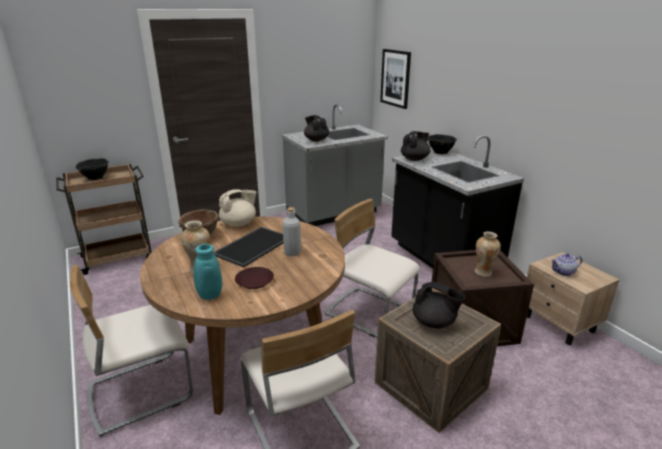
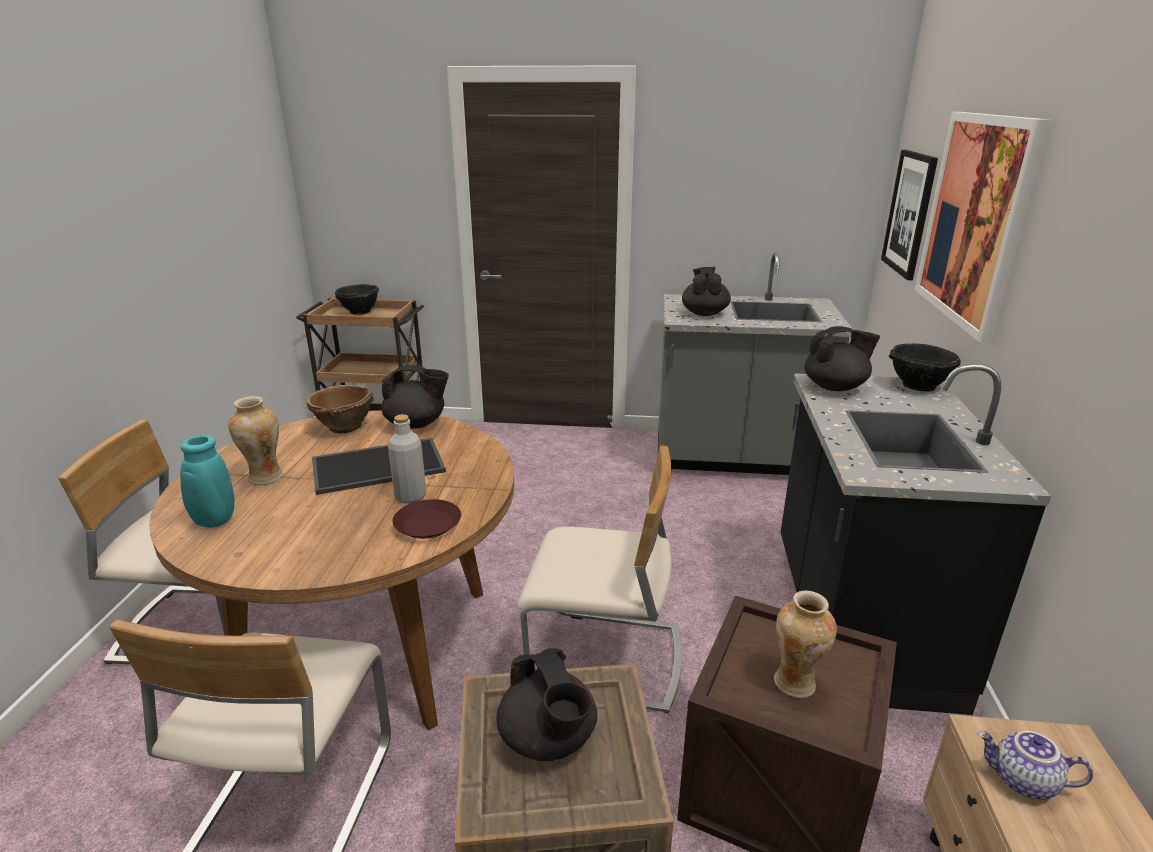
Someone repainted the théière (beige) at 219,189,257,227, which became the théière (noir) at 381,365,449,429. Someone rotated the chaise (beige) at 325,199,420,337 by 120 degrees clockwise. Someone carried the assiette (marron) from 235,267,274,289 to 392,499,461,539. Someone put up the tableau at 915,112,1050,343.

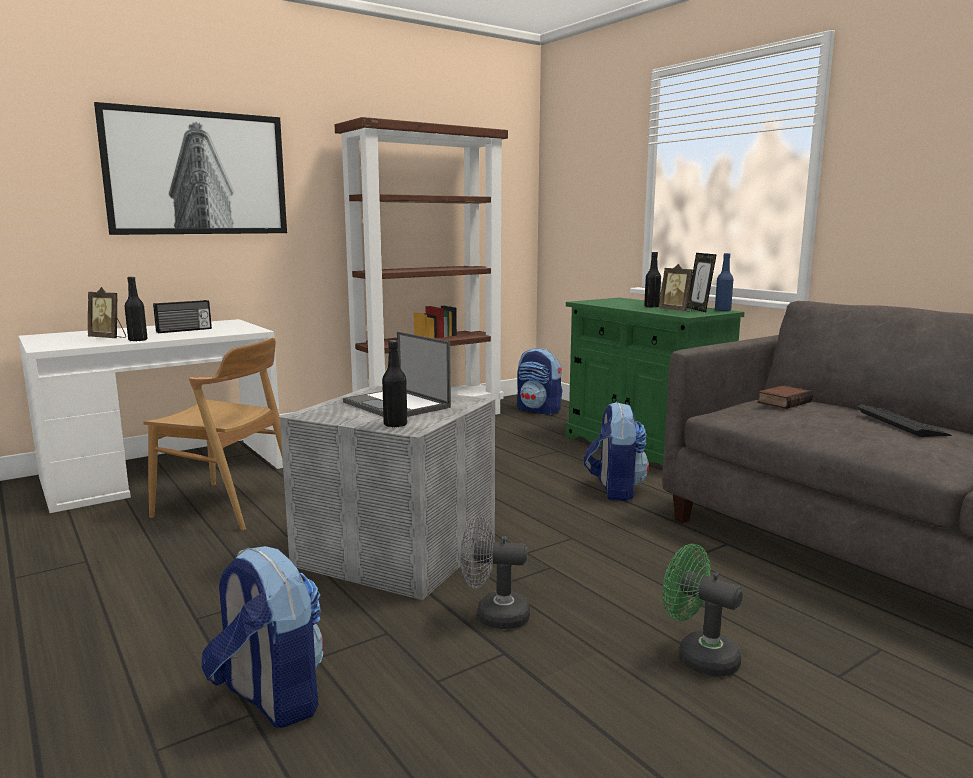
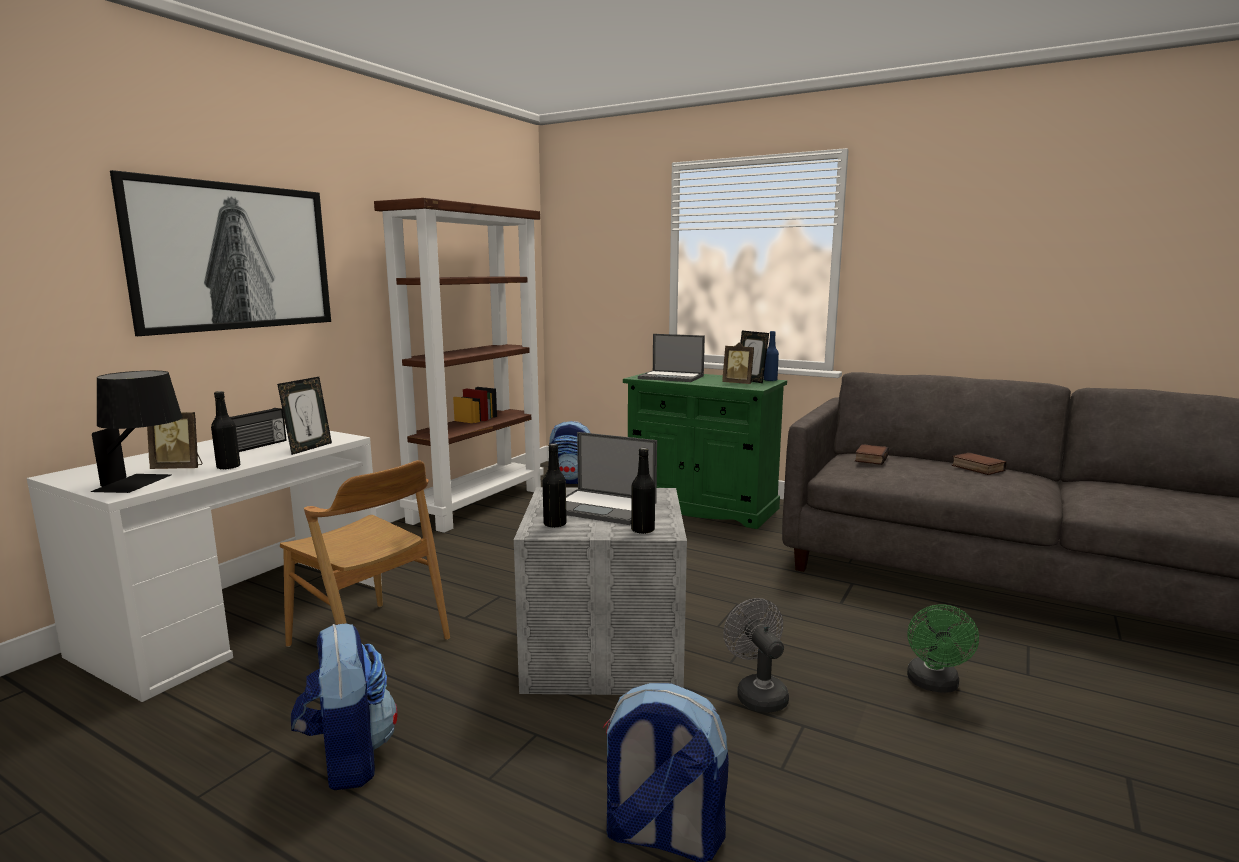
Someone carried the bouteille (noir) from 644,252,661,308 to 542,443,567,528. Someone rotated the chaise (marron) at 143,338,283,530 by 45 degrees clockwise. Someone carried the sac à dos from 584,402,649,501 to 291,624,398,790. Someone swapped the clavier at 858,404,952,437 for the livre at 952,452,1007,475. Someone rotated the ventilateur (gris) at 460,516,530,629 by 90 degrees clockwise. Someone rotated the ventilateur (vert) at 663,544,743,677 by 90 degrees counterclockwise. Someone put down the ordinateur portable at 638,334,705,382. Someone put down the lampe de table (noir) at 91,371,182,493. Someone put down the cadre photo at 277,377,332,455.

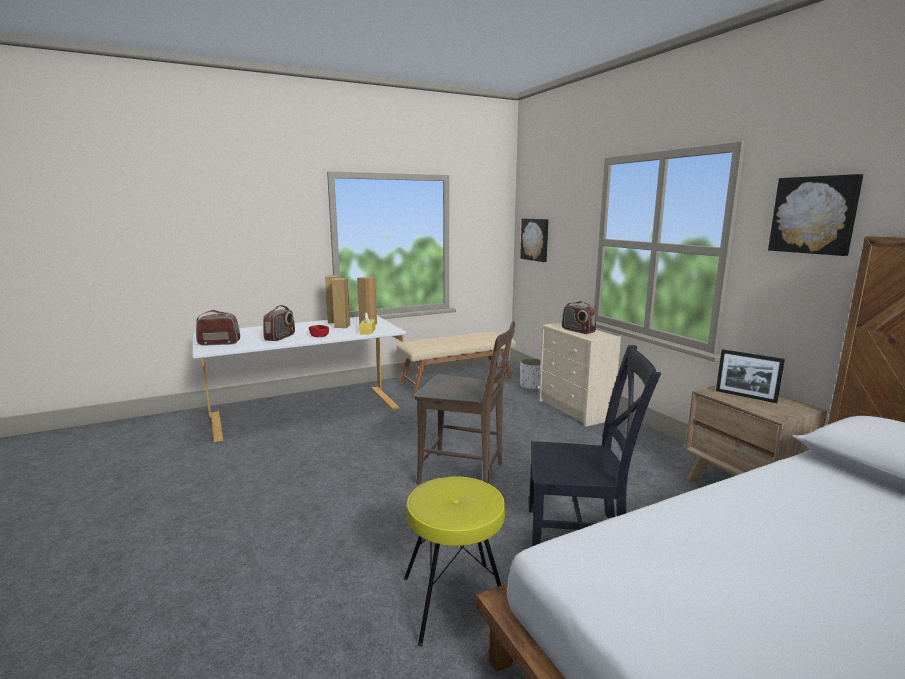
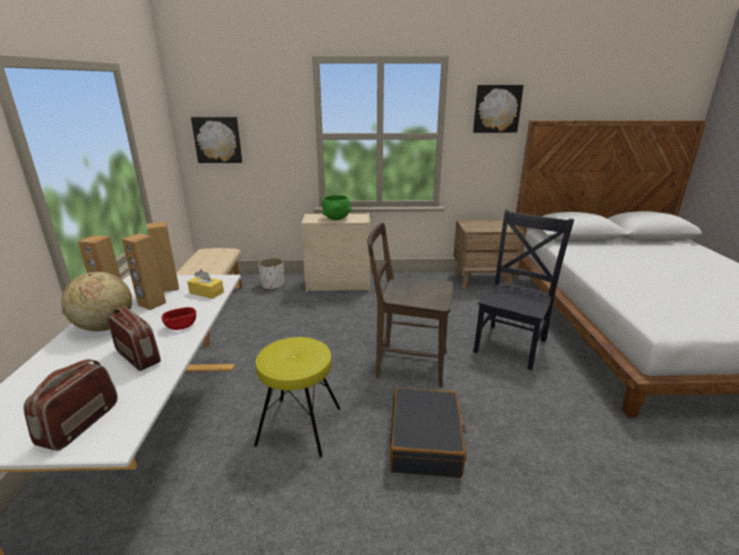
Someone swapped the radio at 562,301,596,334 for the bol (vert) at 321,195,352,220. Someone rotated the chaise (marron) at 415,321,515,484 by 120 degrees counterclockwise. Someone took away the cadre photo at 716,349,785,403. Someone carried the tabouret (jaune) from 404,476,505,647 to 254,337,341,458. Someone put down the globe at 61,272,132,332. Someone put down the valise (noir) at 390,388,466,478.

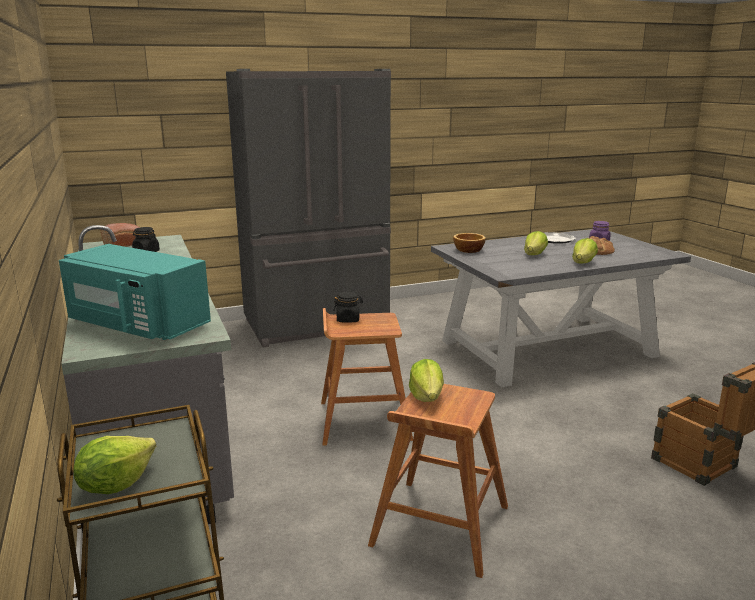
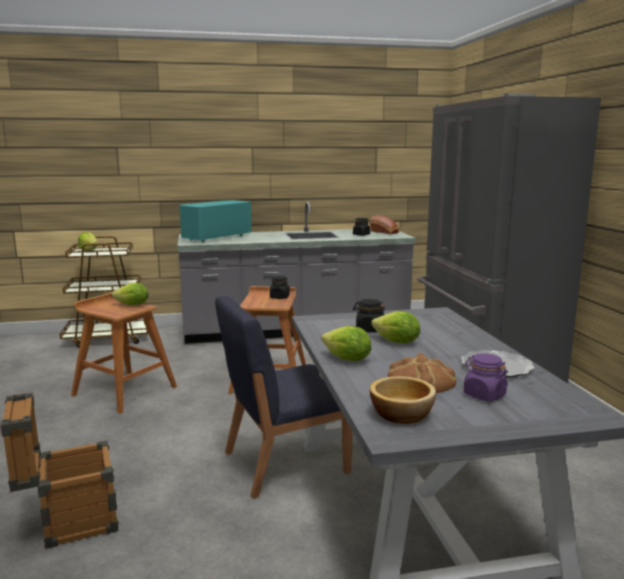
Someone carried the bol from 453,233,486,253 to 370,376,436,424. Someone put down the chaise (bleu) at 215,296,353,499. Someone put down the bocal (noir) at 353,299,385,332.

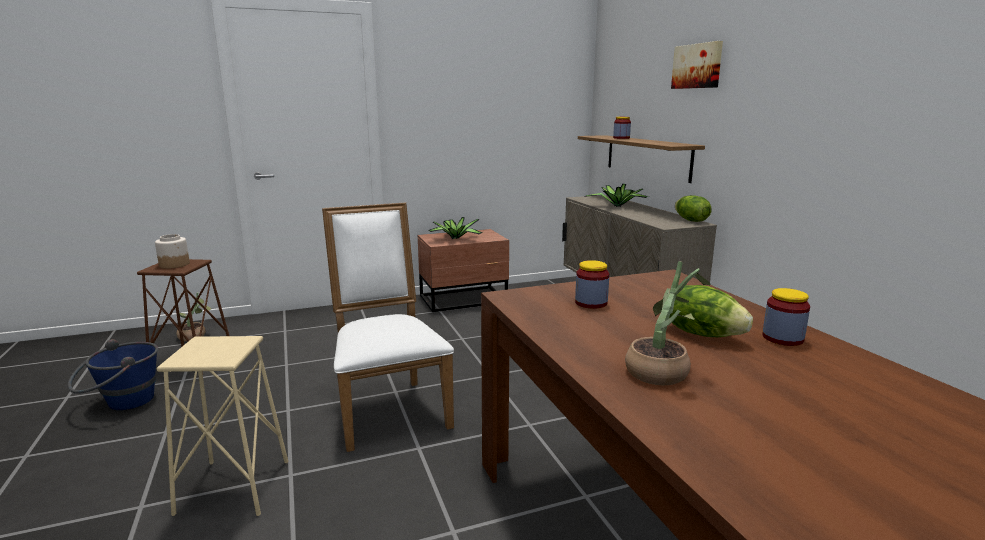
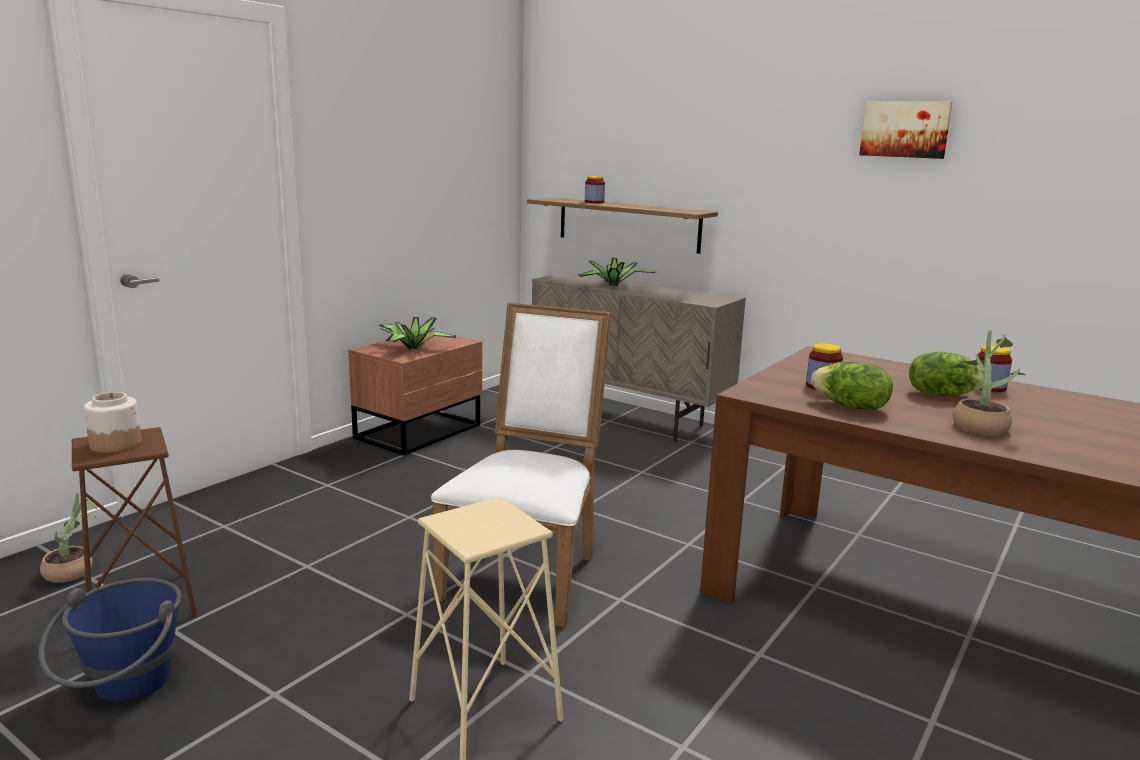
Someone carried the tableau from 671,41,723,89 to 859,101,953,159. Someone carried the laitue from 675,195,712,222 to 811,361,893,409. Someone rotated the chaise (blanc) at 322,202,454,452 by 75 degrees clockwise.

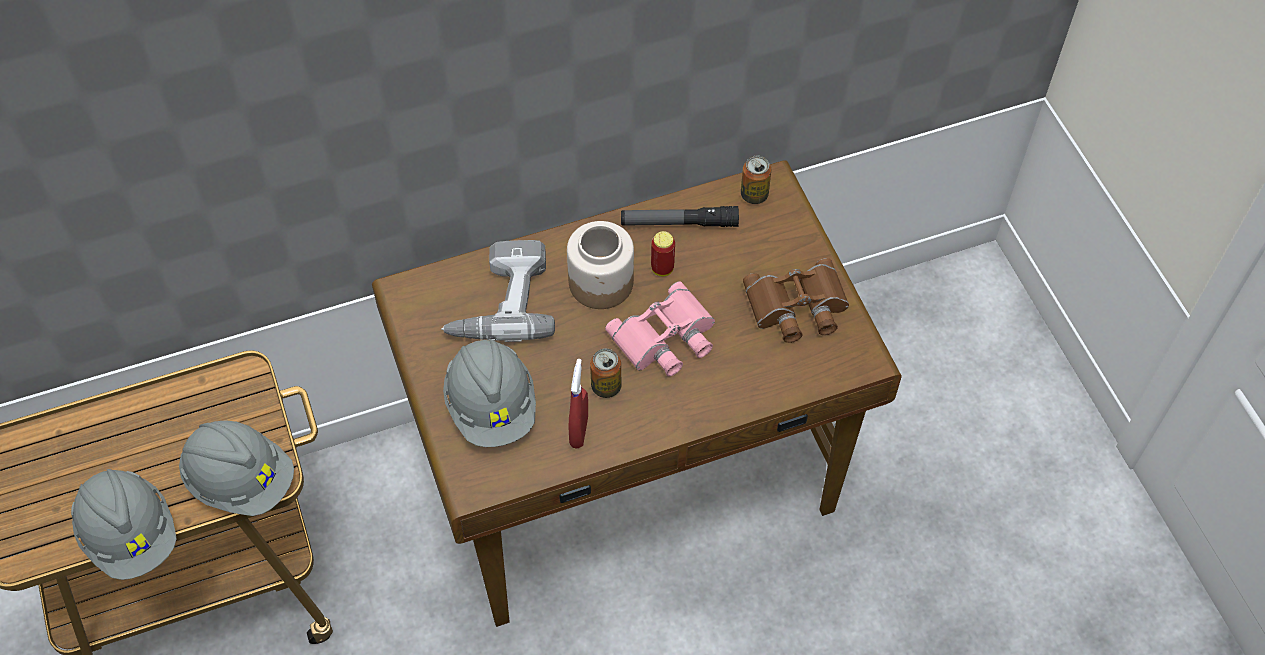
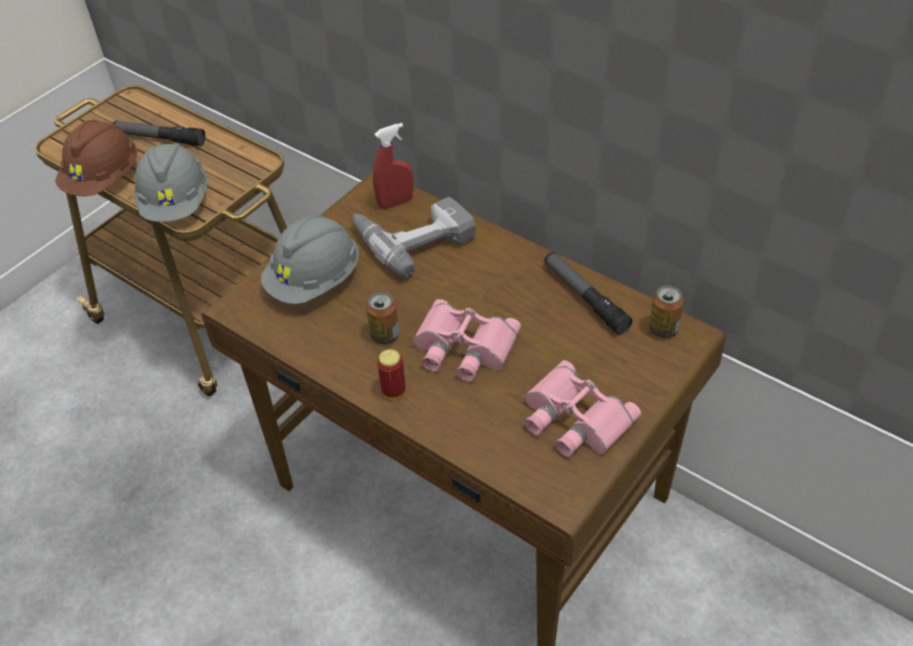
Someone took away the bocal at 567,221,634,309. Someone carried the boîte métallique from 651,231,675,276 to 377,349,406,399. Someone repainted the jumelles (marron) at 743,258,849,343, which became the jumelles (rose) at 524,360,641,457. Someone carried the vaporisateur (rouge) from 569,359,588,449 to 373,123,413,209. Someone repainted the casque de chantier (gris) at 71,469,176,580, which became the casque de chantier (marron) at 55,120,137,196. Someone put down the lampe de poche at 113,121,205,146.

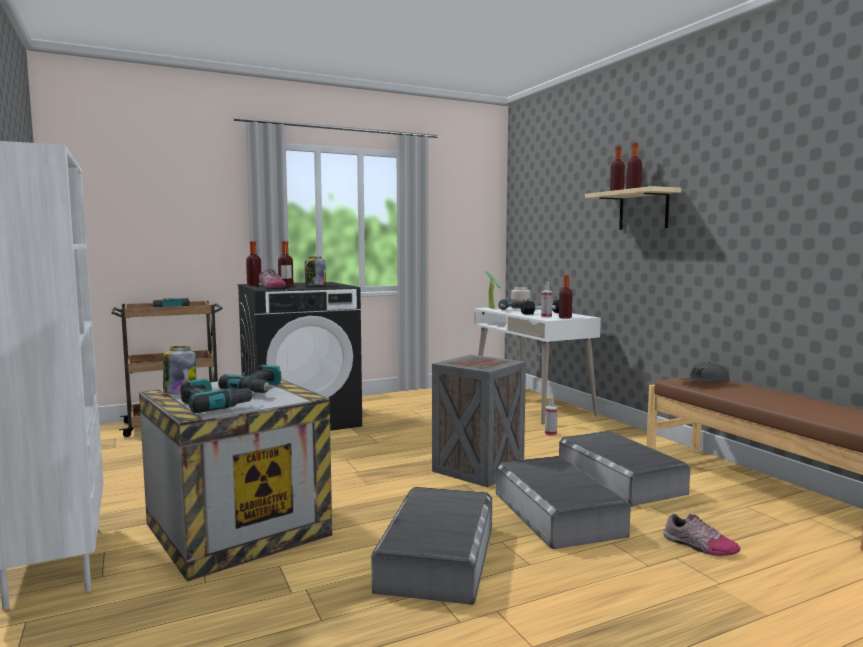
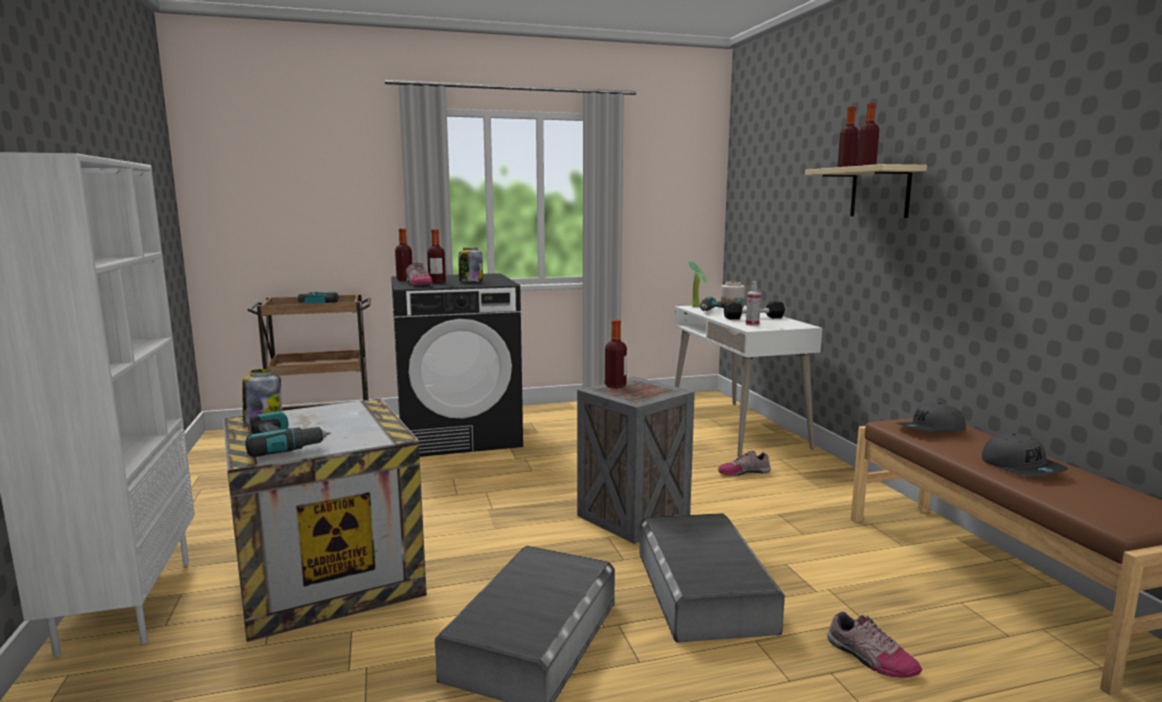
Someone carried the bouteille from 559,275,573,319 to 605,320,627,388. Someone took away the perceuse at 218,364,281,393. Someone swapped the vaporisateur at 545,397,558,436 for the chaussure at 718,451,771,476. Someone took away the boîte de rangement (gris) at 559,431,690,506. Someone put down the casquette (gris) at 982,433,1068,476.

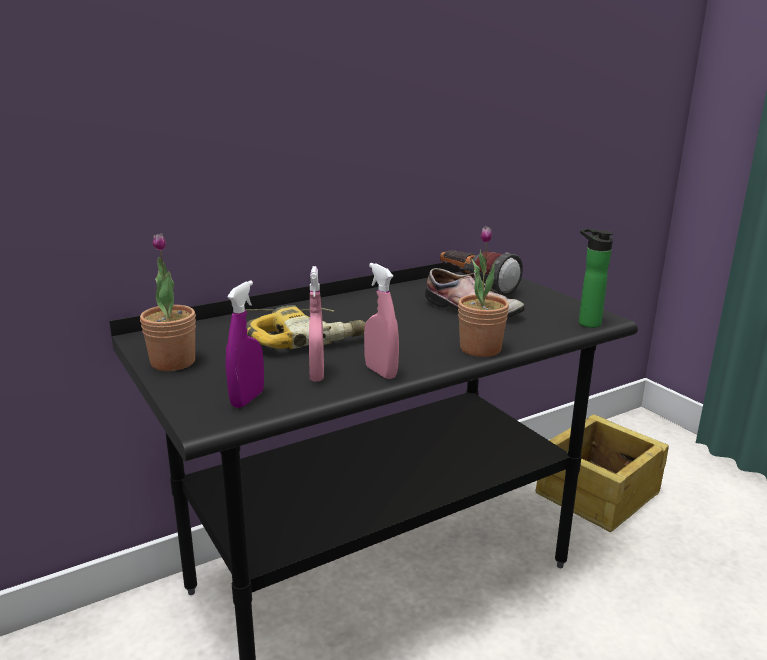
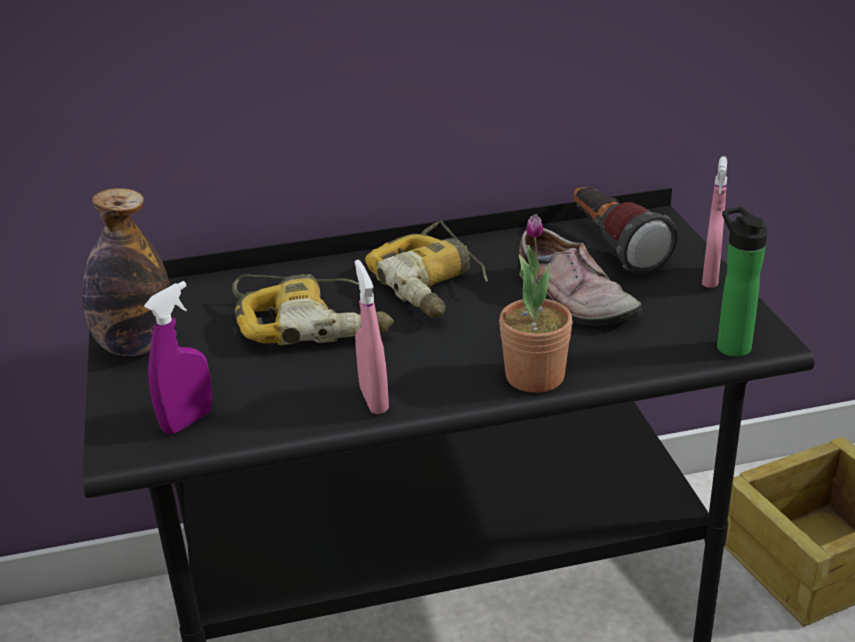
Someone swapped the plante en pot at 140,233,196,371 for the bouteille at 82,188,173,356. Someone carried the vaporisateur (rose) from 309,266,324,381 to 702,157,727,288. Someone put down the perceuse at 365,220,488,318.

